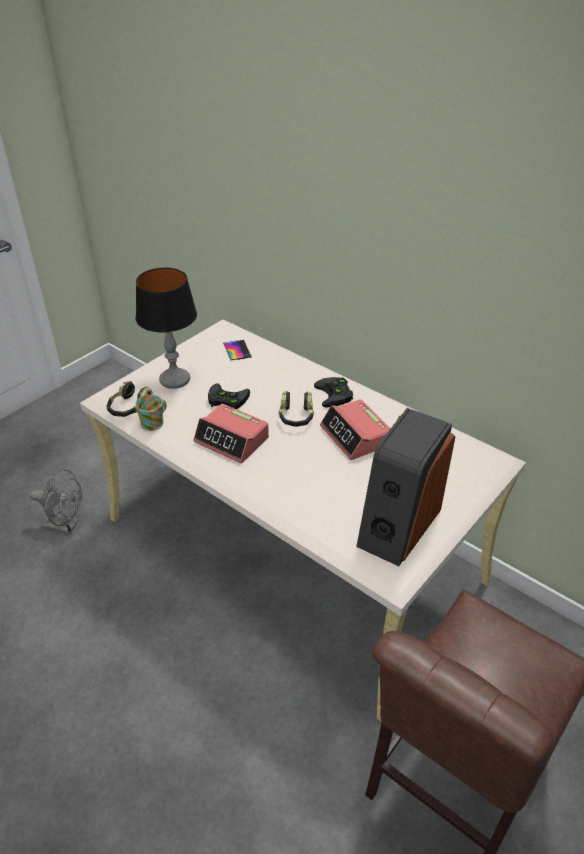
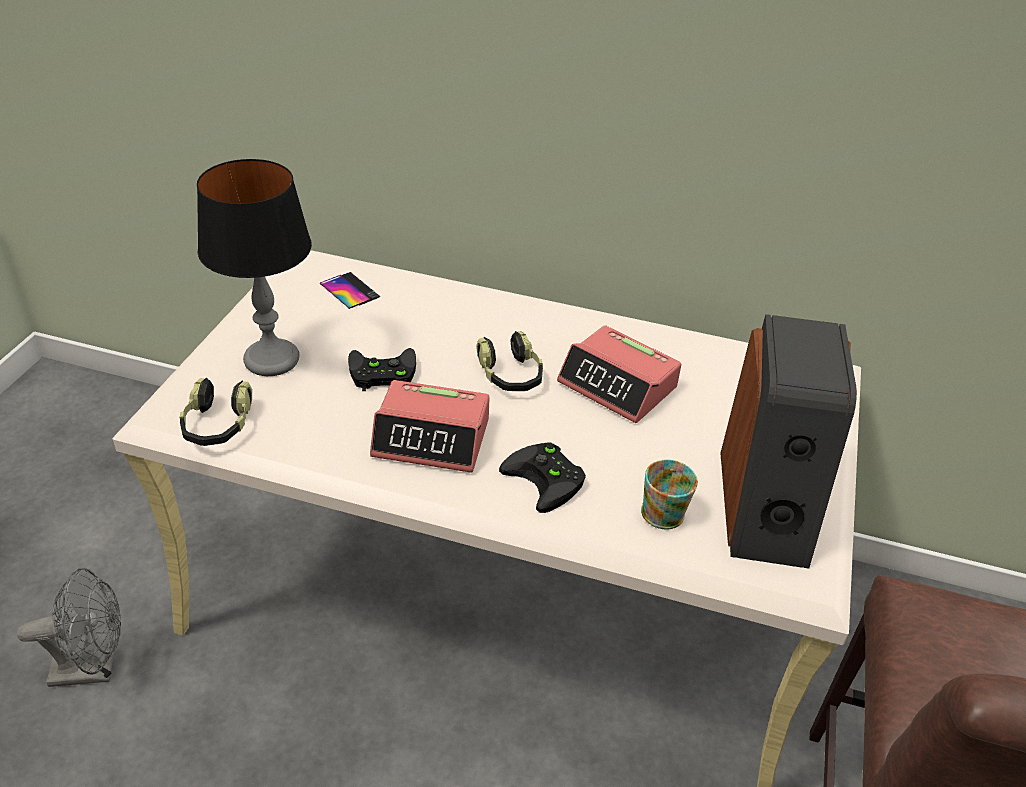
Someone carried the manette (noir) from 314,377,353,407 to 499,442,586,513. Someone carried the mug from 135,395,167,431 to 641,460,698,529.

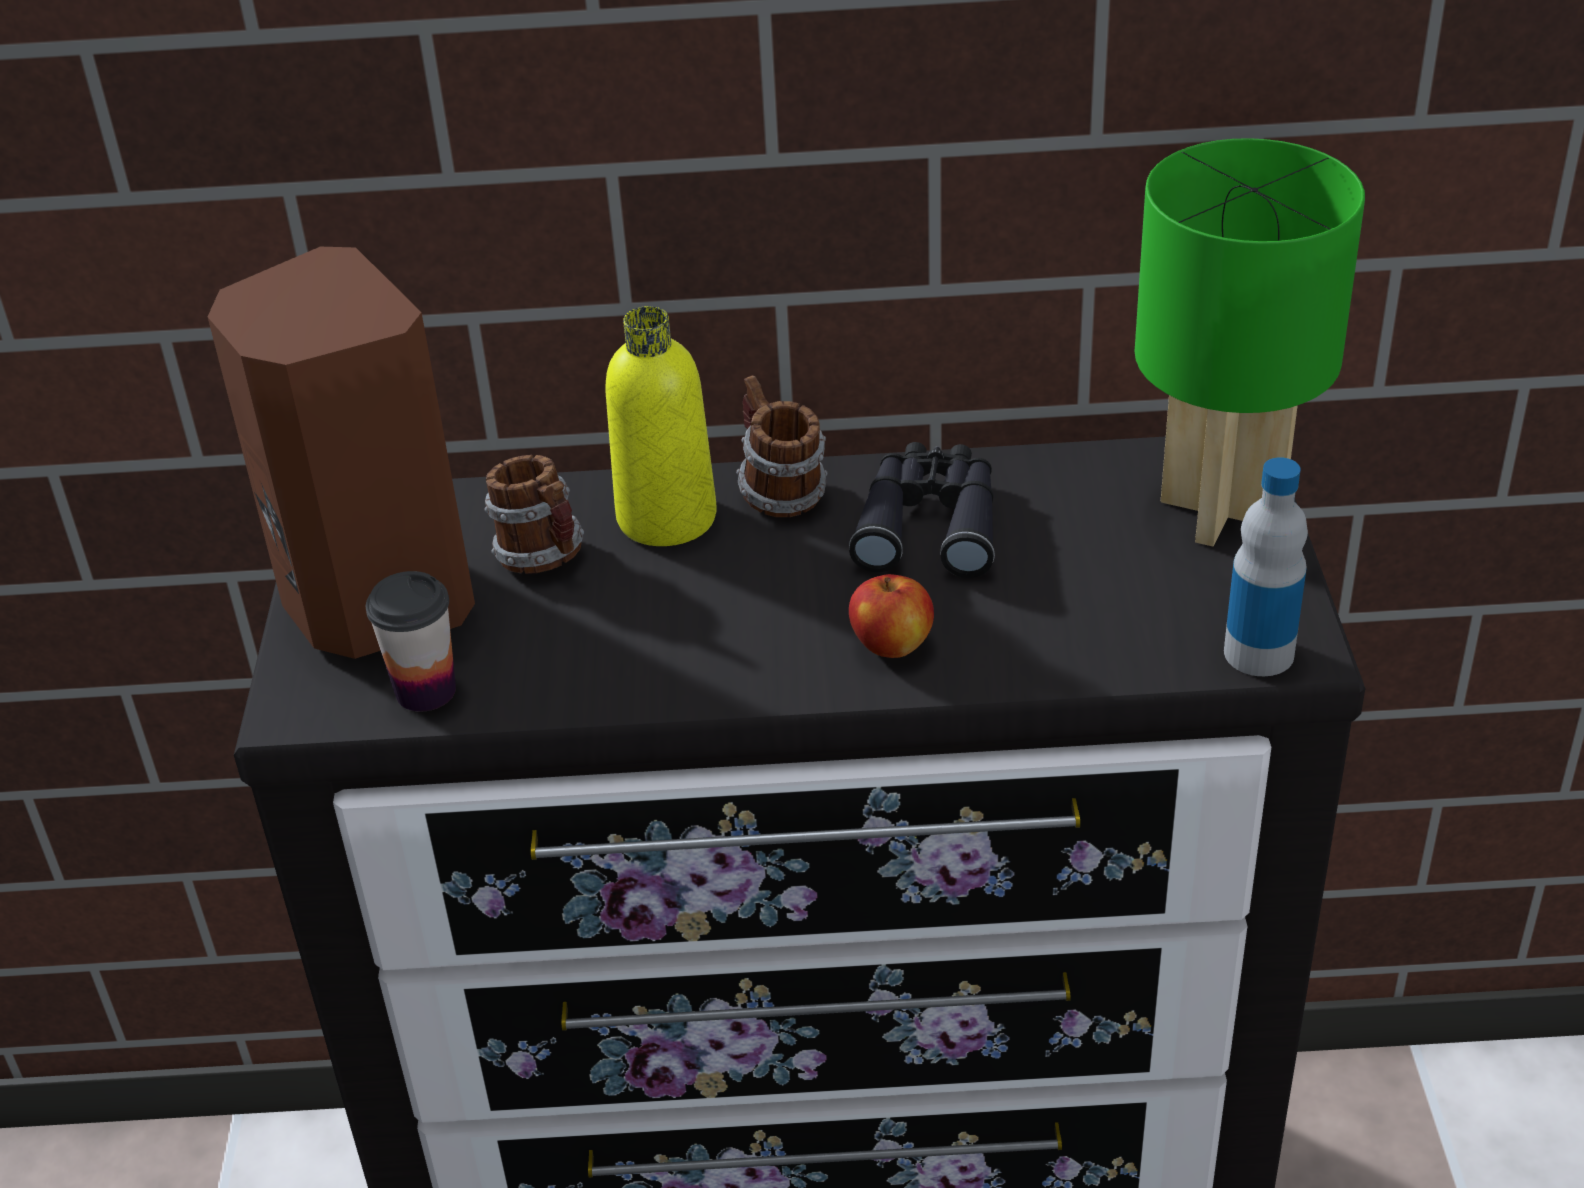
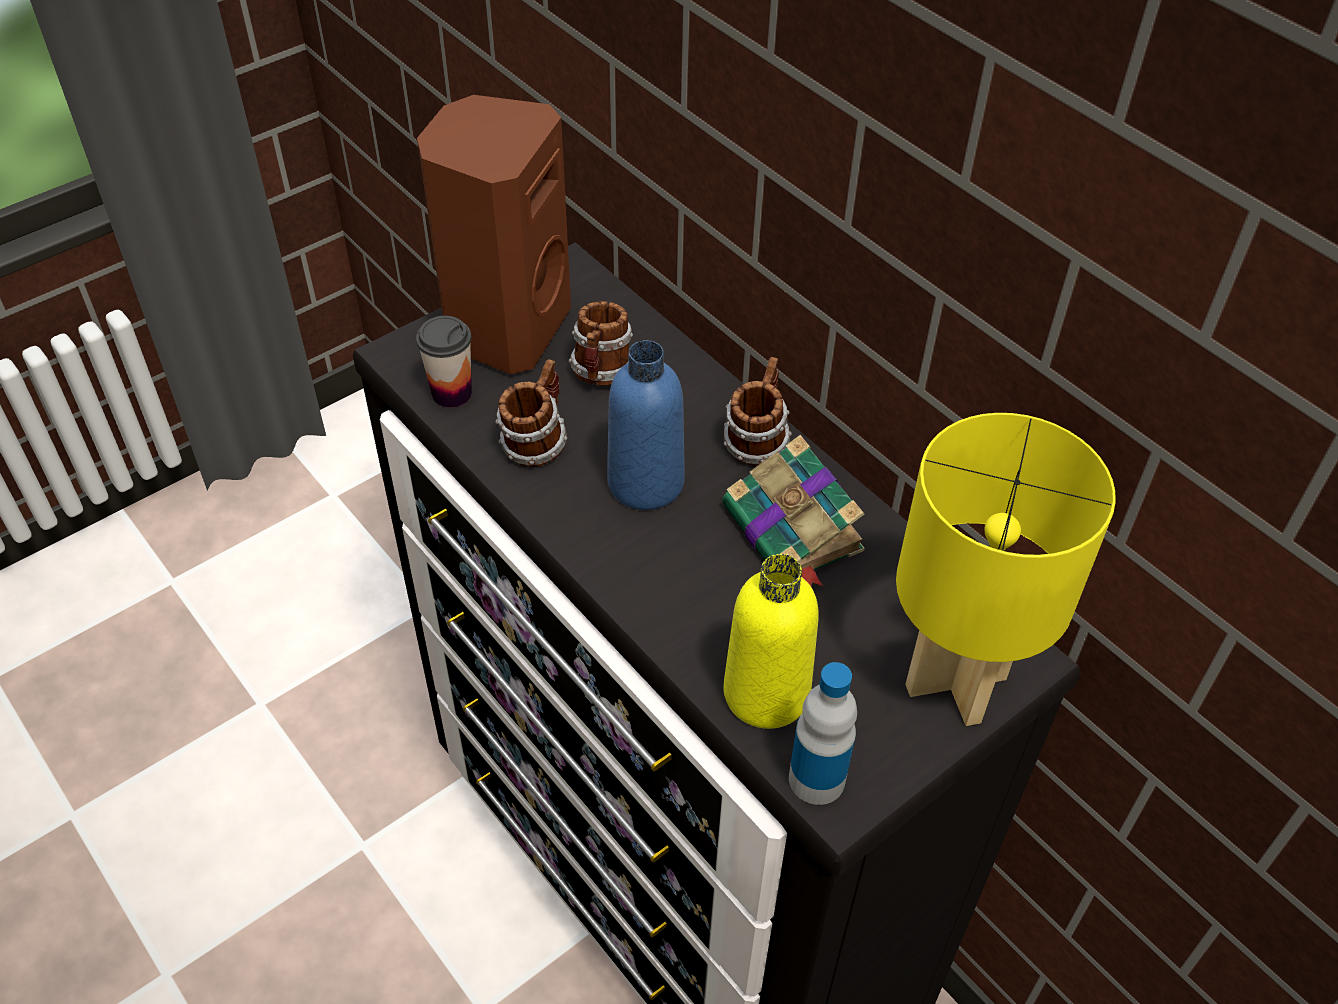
Someone repainted the lampe de table (vert) at 1134,138,1365,547, which became the lampe de table (jaune) at 896,413,1116,726. Someone carried the bouteille (jaune) from 606,306,717,546 to 723,554,819,729. Someone swapped the jumelles (noir) at 849,442,995,578 for the livre at 722,435,865,587. Someone took away the pomme at 849,574,934,658. Someone put down the bouteille (bleu) at 607,340,685,510. Someone put down the mug at 496,359,567,467.

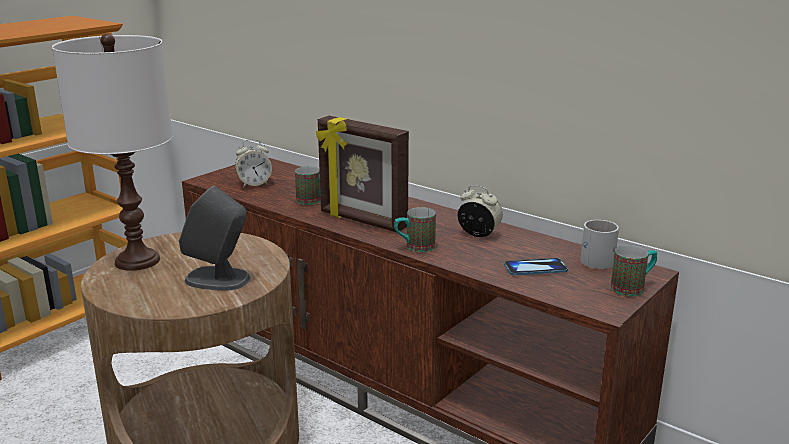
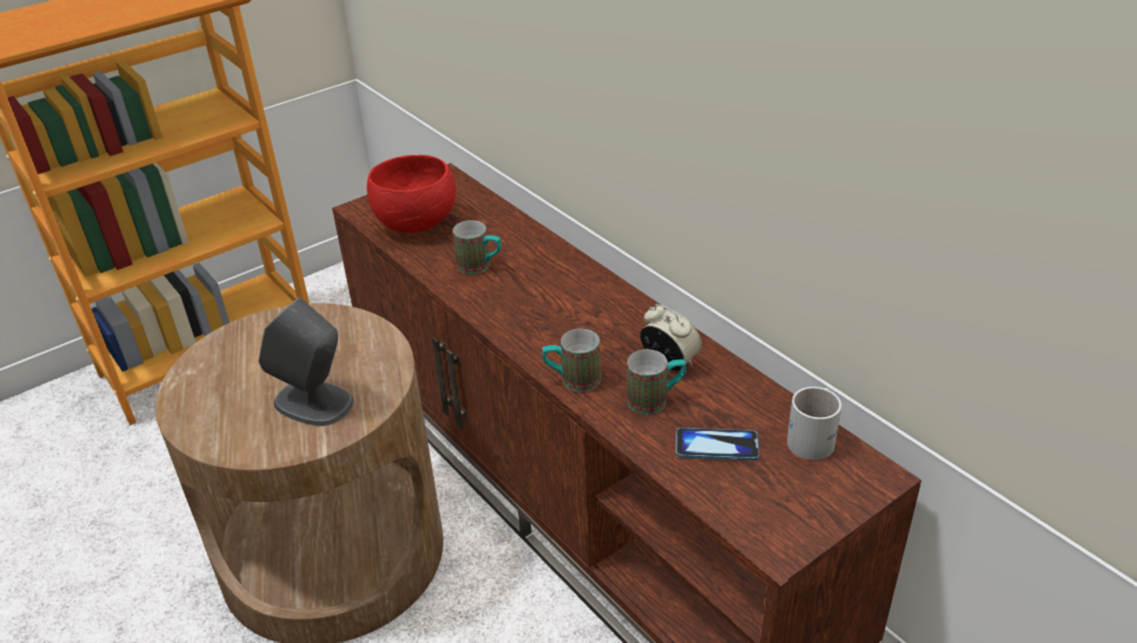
Someone took away the lampe de table (blanc) at 52,34,173,271. Someone took away the cadre photo at 316,116,409,232. Someone swapped the réveil at 235,139,272,188 for the bol (rouge) at 367,155,456,233. Someone carried the mug from 611,245,657,296 to 627,349,686,414.

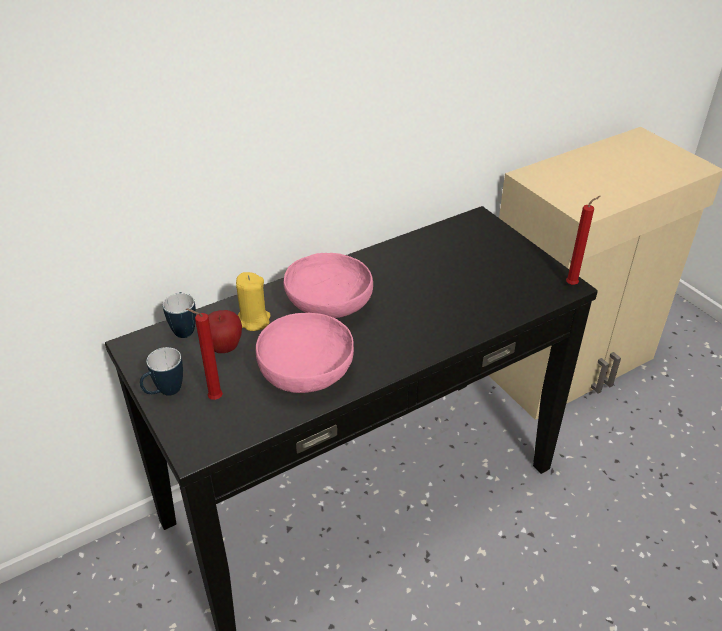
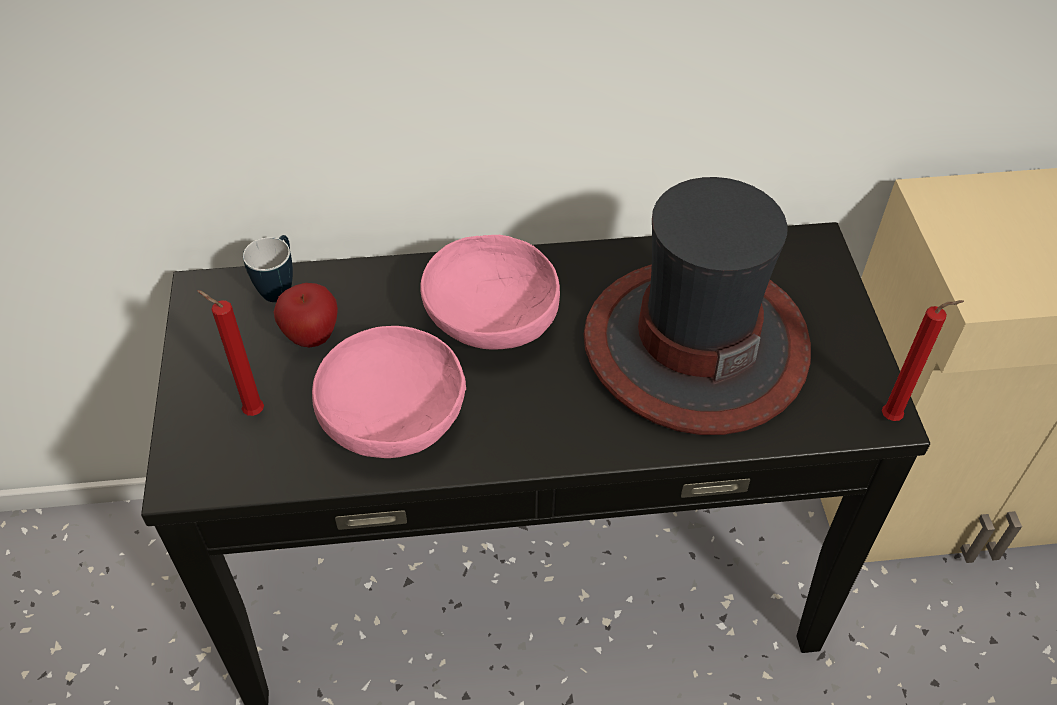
Someone took away the bougie (jaune) at 236,272,271,331. Someone took away the mug at 140,347,183,396. Someone put down the chapeau at 583,177,811,435.

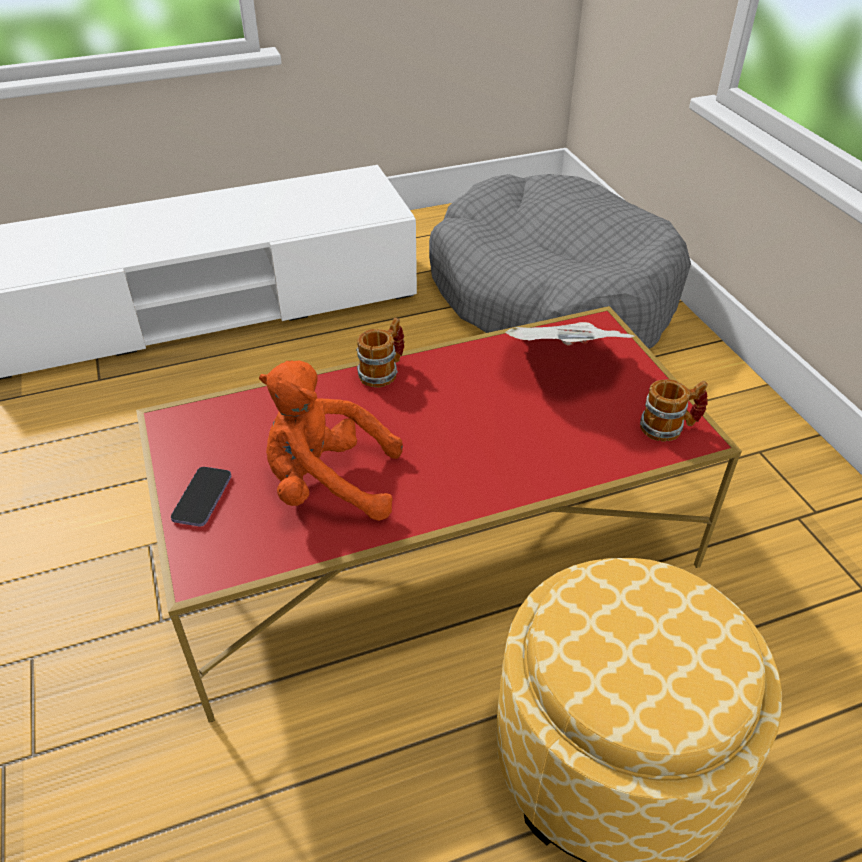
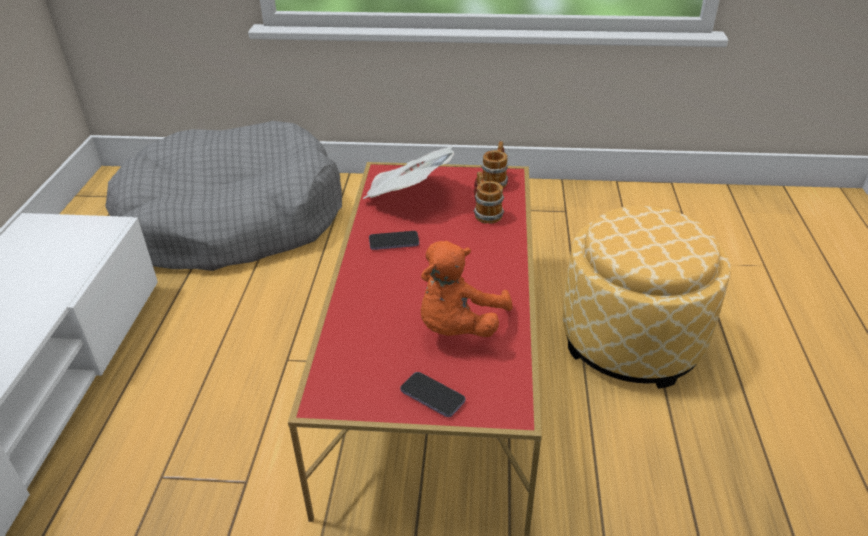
Someone carried the mug from 356,318,405,388 to 474,171,504,224. Someone put down the téléphone at 369,231,419,250.

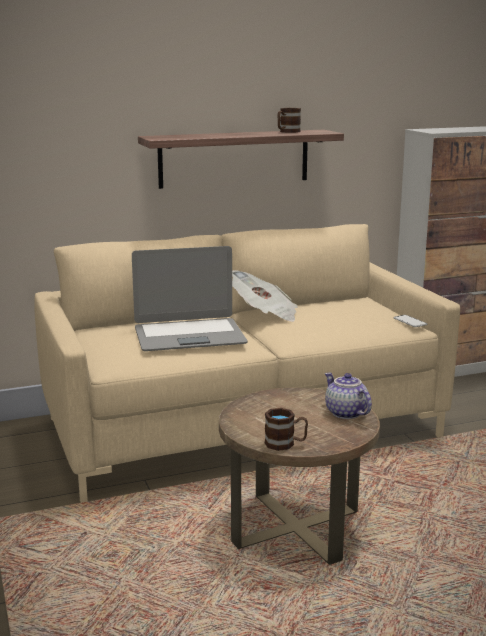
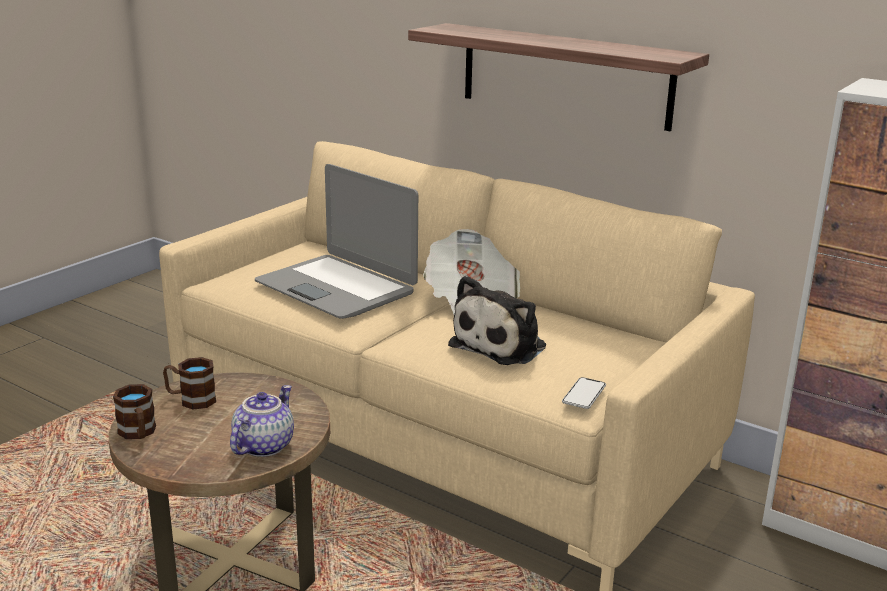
Someone carried the mug (marron) from 277,108,301,133 to 163,357,216,409. Someone put down the peluche at 448,275,546,365.

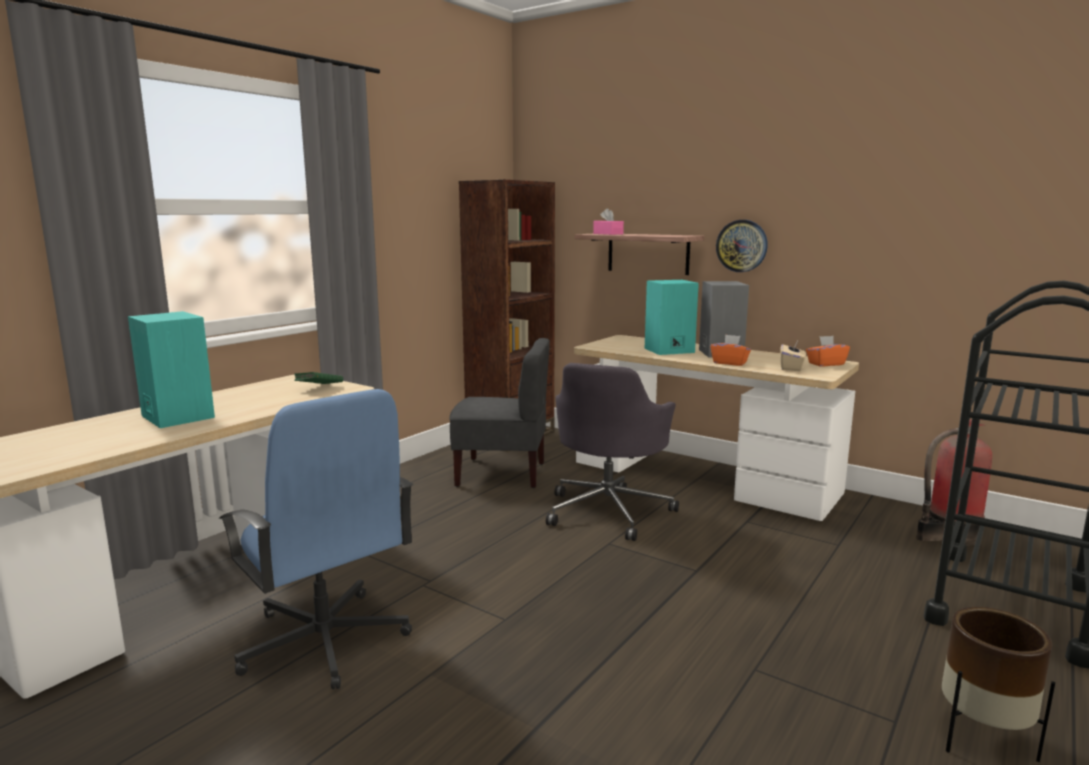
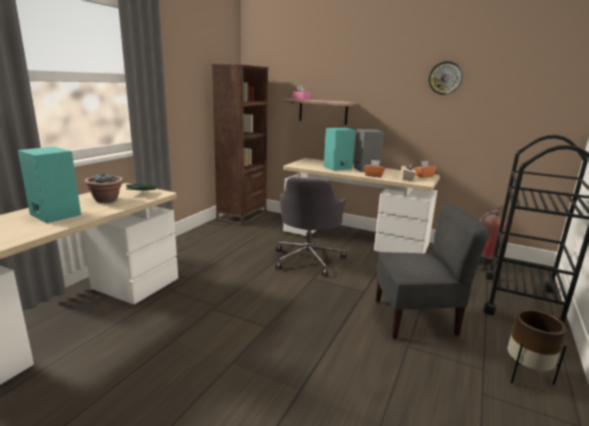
Someone carried the horloge murale from 716,220,768,272 to 429,61,463,95. Someone carried the chaise (gris) from 449,338,550,488 to 376,204,490,339. Someone took away the chaise de bureau (bleu) at 219,389,413,689. Someone put down the plante en pot at 85,173,123,203.

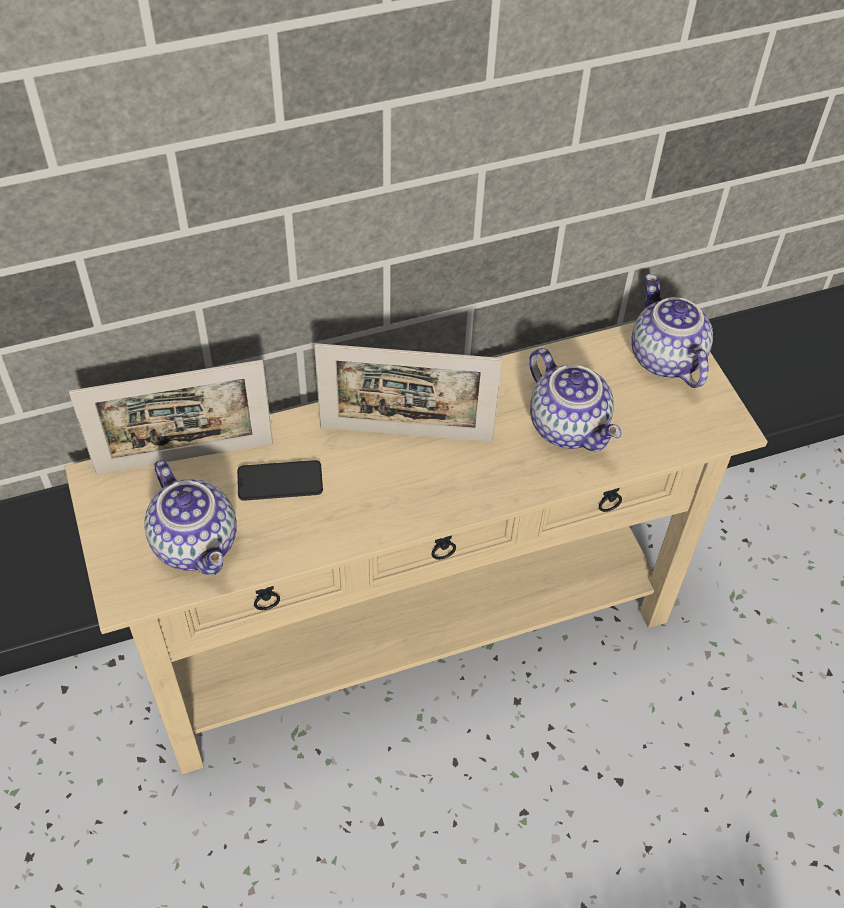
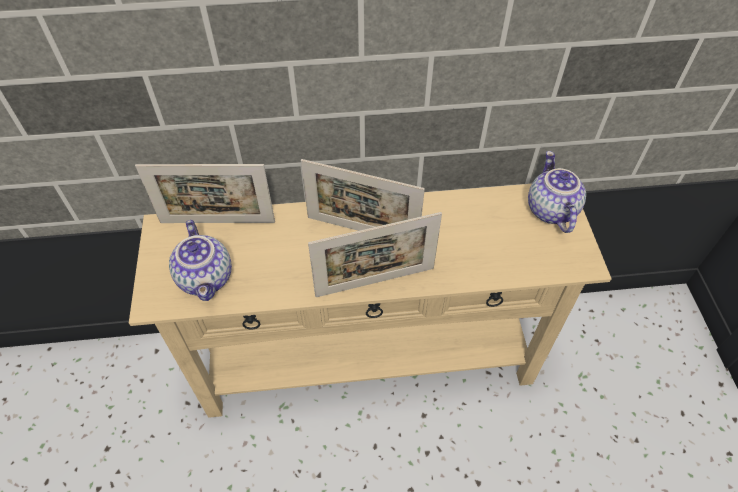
Someone took away the théière at 529,348,621,451. Someone took away the téléphone at 237,460,323,501. Someone put down the cadre photo at 308,212,442,297.

